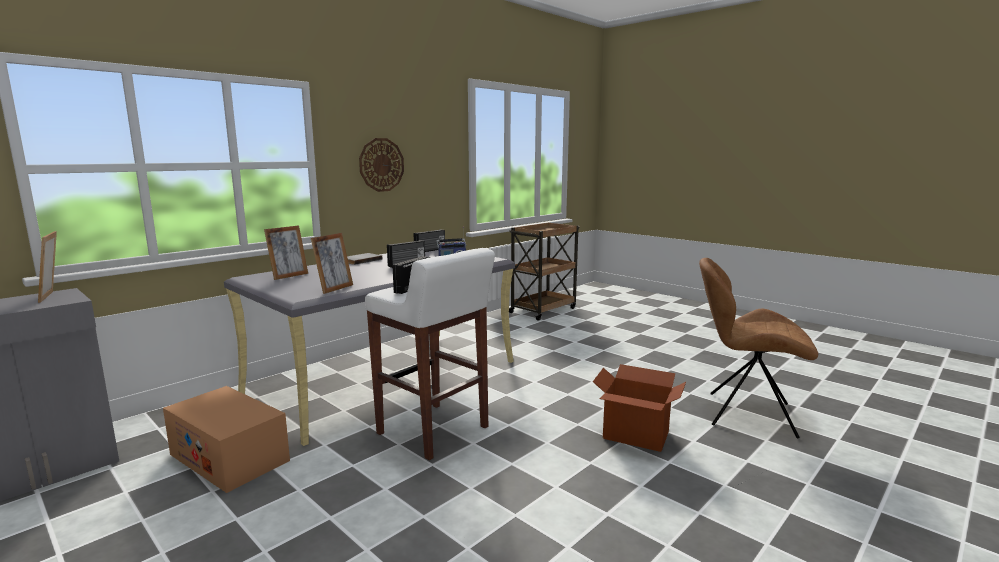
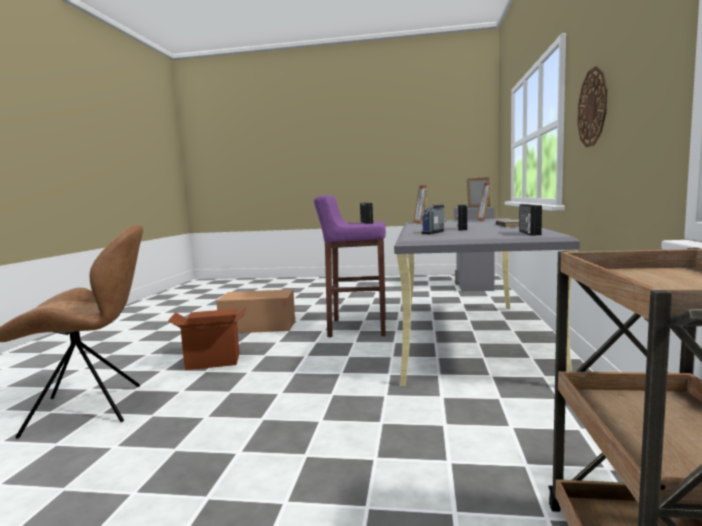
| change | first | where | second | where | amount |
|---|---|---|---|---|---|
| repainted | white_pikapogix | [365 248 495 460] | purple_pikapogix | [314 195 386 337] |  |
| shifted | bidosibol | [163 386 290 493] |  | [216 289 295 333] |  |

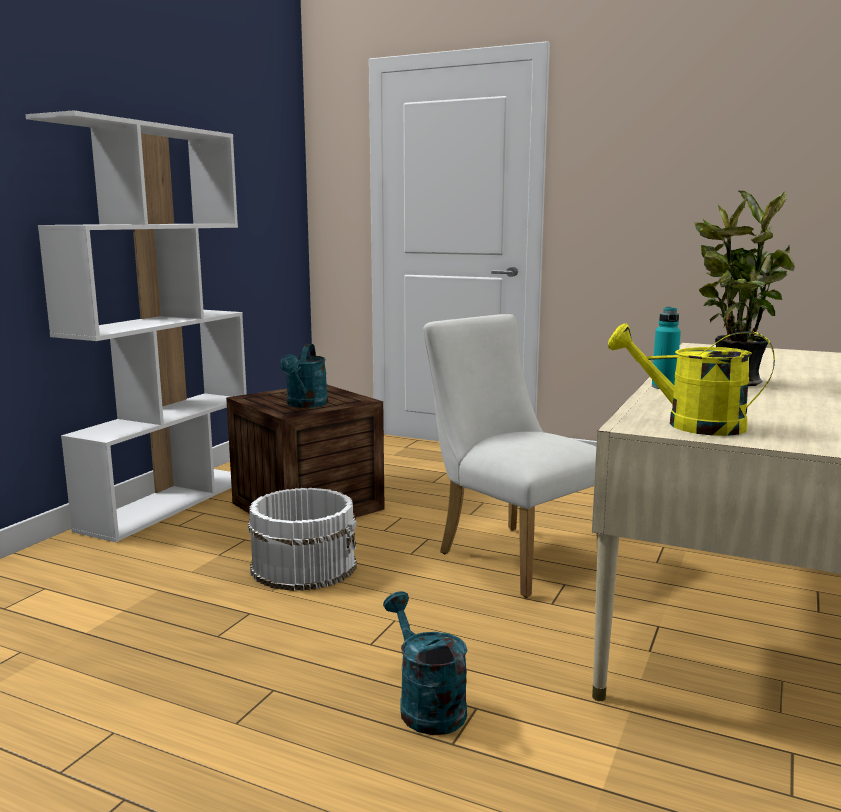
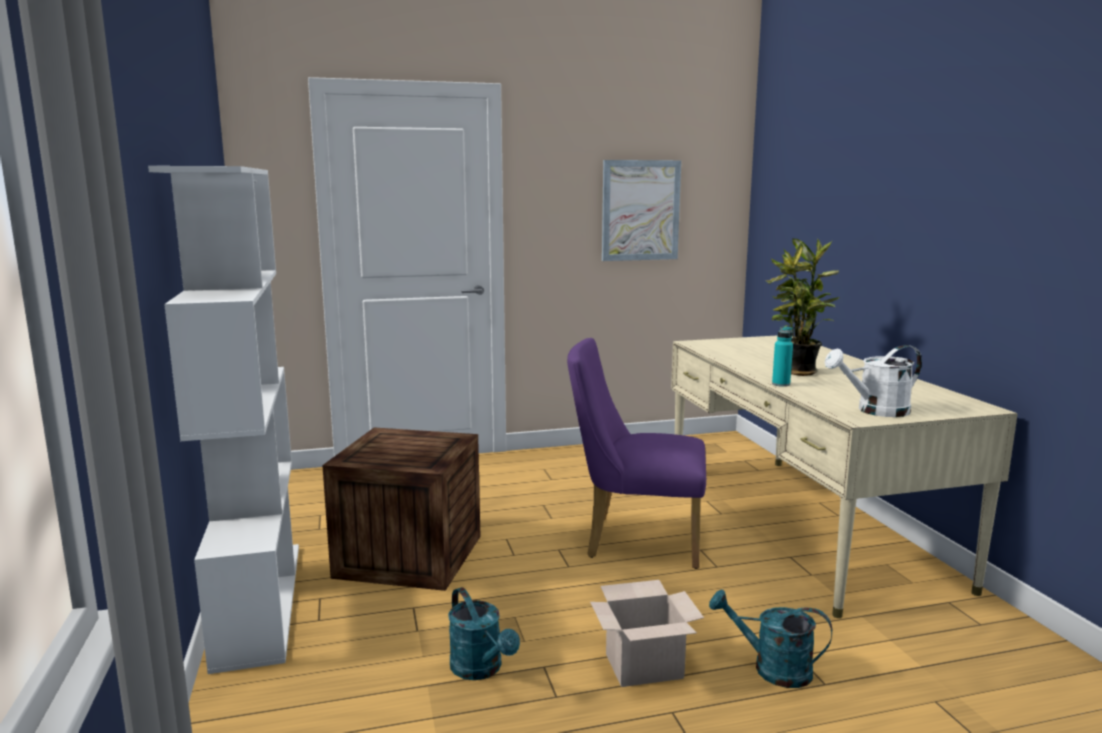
| change | first | where | second | where | amount |
|---|---|---|---|---|---|
| repainted | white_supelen | [423 314 598 598] | purple_supelen | [567 338 706 569] |  |
| repainted | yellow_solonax | [608 323 775 436] | white_solonax | [825 345 922 417] |  |
| shifted | turquoise_solonax | [280 344 328 408] |  | [448 587 520 680] |  |
| gone | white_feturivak | [248 488 357 591] |  |  |  |
| new |  |  | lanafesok | [602 160 681 261] |  |
| new |  |  | bidosibol | [590 580 704 687] |  |

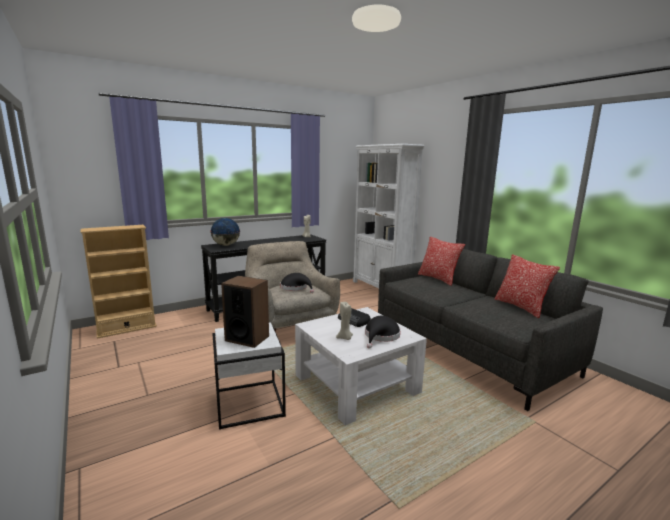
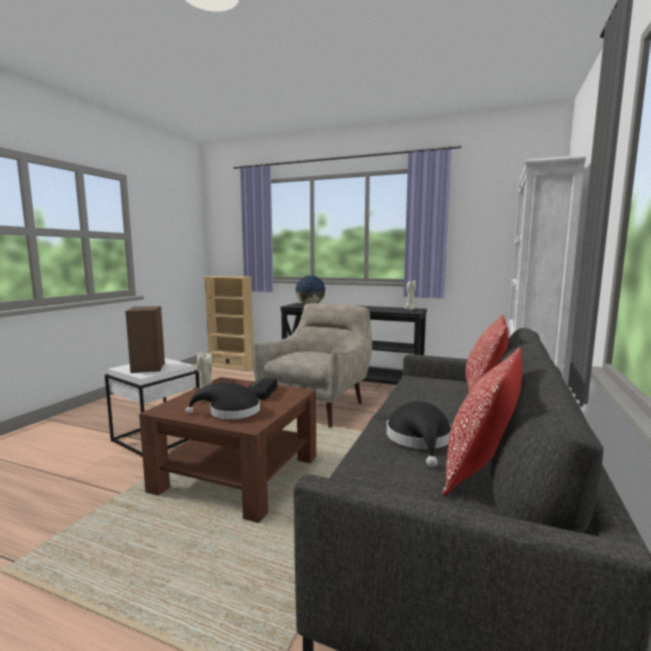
| change | first | where | second | where | amount |
|---|---|---|---|---|---|
| shifted | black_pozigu | [280 273 314 293] |  | [387 401 452 467] |  |
| repainted | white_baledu | [295 307 427 425] | brown_baledu | [139 377 316 523] |  |

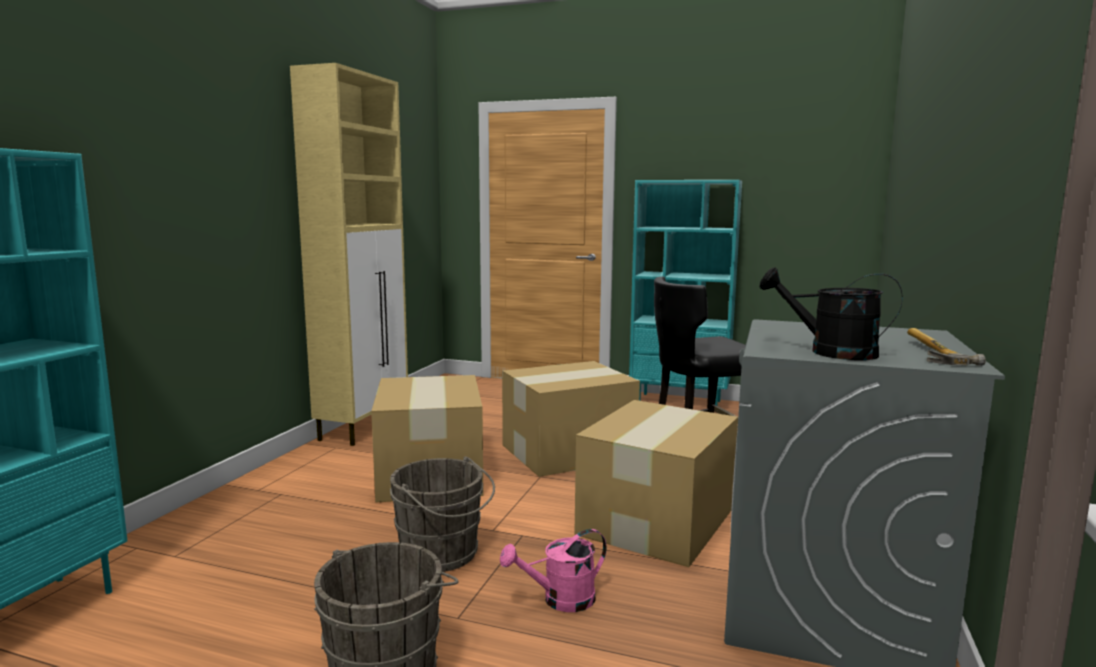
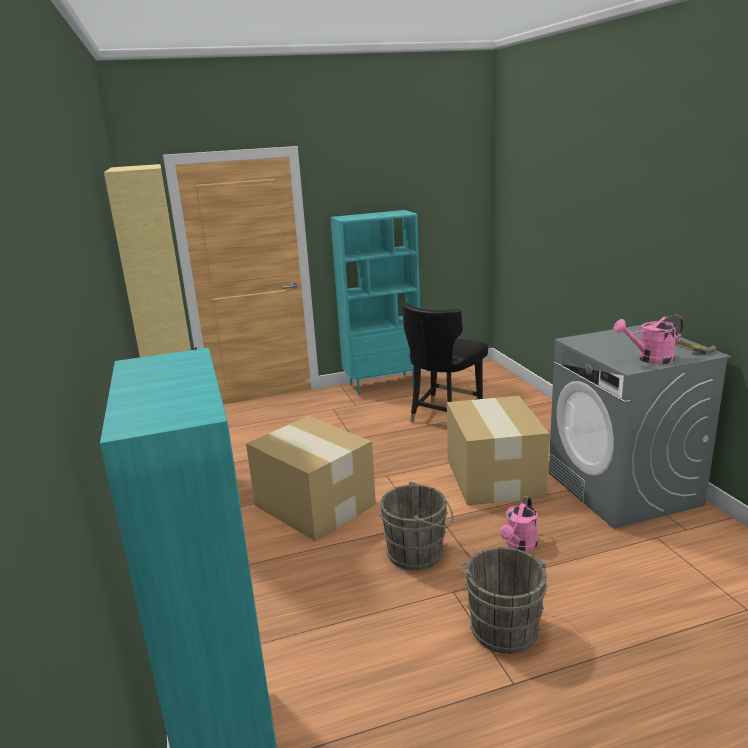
| change | first | where | second | where | amount |
|---|---|---|---|---|---|
| repainted | black_solonax | [760 267 903 360] | pink_solonax | [613 314 684 364] |  |
| gone | bidosibol | [502 361 640 477] |  |  |  |

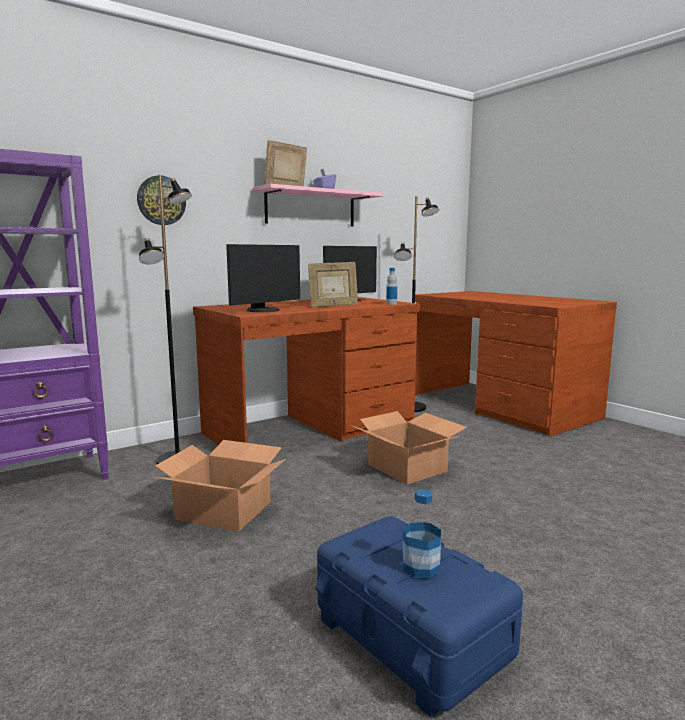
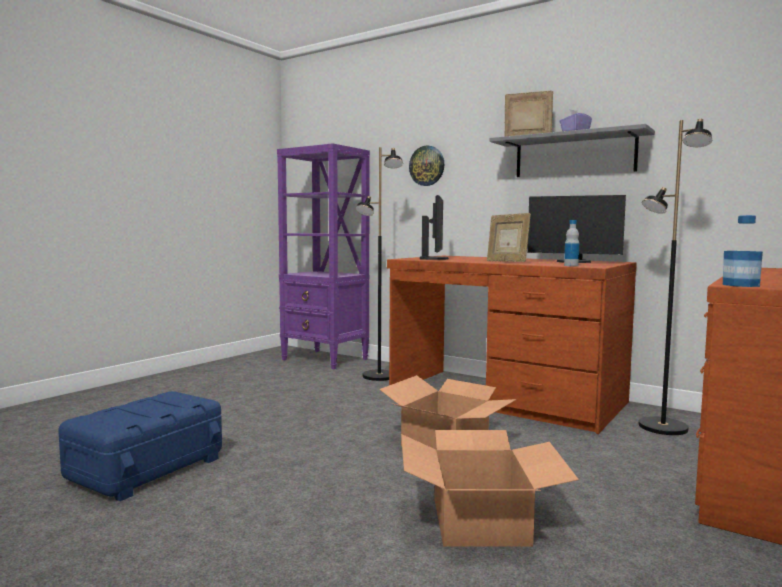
| change | first | where | second | where | amount |
|---|---|---|---|---|---|
| repainted | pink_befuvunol | [253 184 384 226] | grey_befuvunol | [490 124 655 177] |  |
| rotated | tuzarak | [226 244 300 312] |  | [420 195 449 260] | 105 degrees counterclockwise |
| shifted | bidosibol | [153 440 286 532] |  | [401 430 579 547] |  |
| shifted | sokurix | [403 489 441 578] |  | [723 215 763 287] |  |

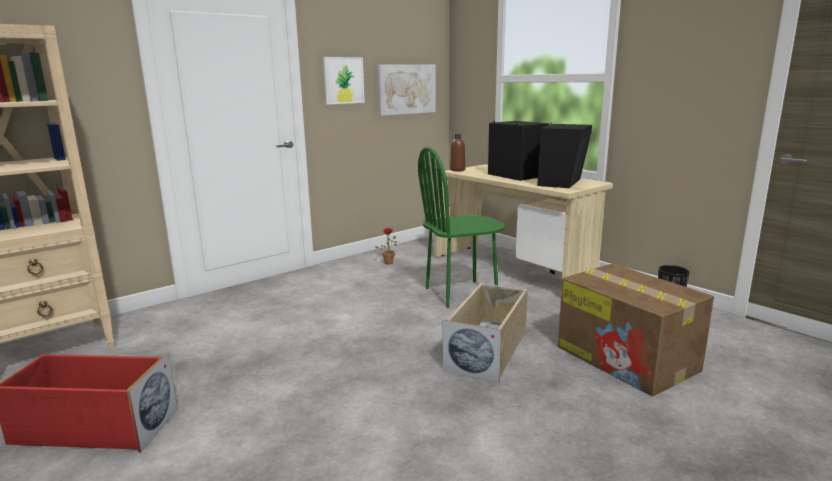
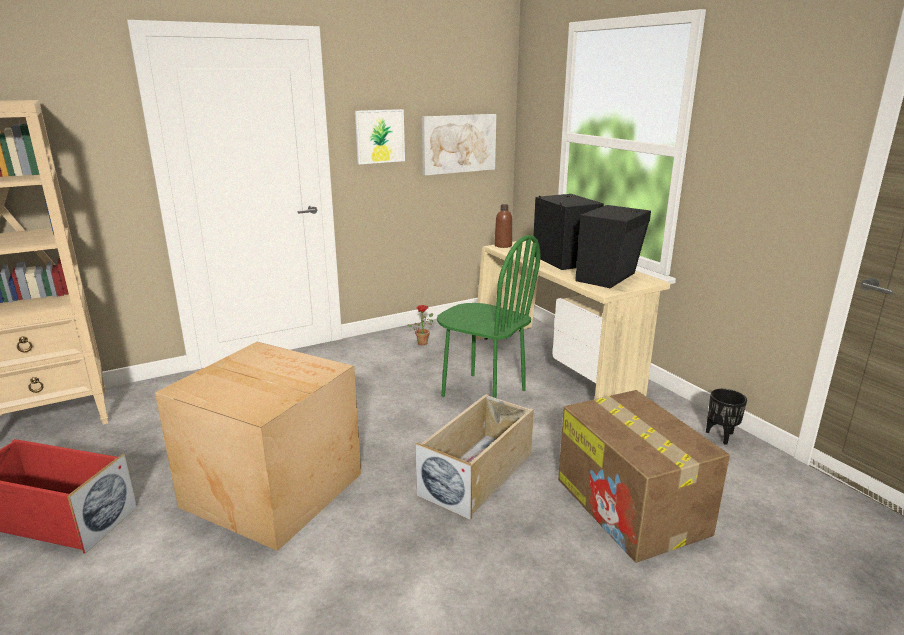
| change | first | where | second | where | amount |
|---|---|---|---|---|---|
| rotated | green_supelen | [418 147 505 308] |  | [437 235 540 398] | 135 degrees counterclockwise |
| new |  |  | bidosibol | [155 342 361 551] |  |

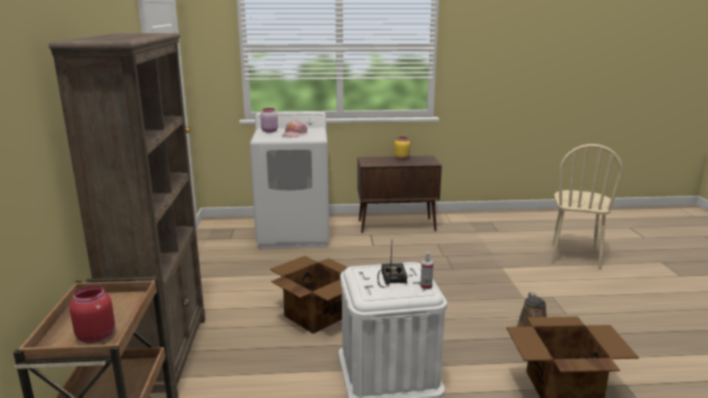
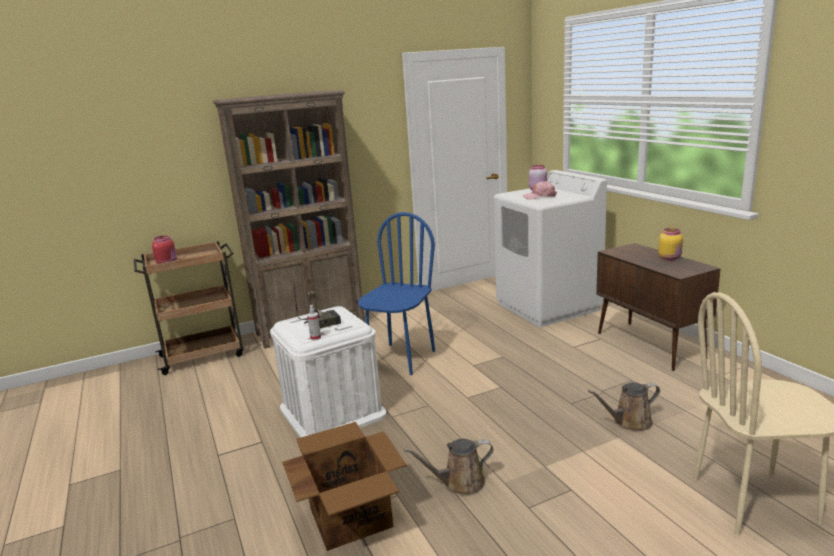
| change | first | where | second | where | amount |
|---|---|---|---|---|---|
| swapped | bidosibol | [270 256 348 334] | blue_supelen | [358 212 435 375] |  |
| new |  |  | brown_solonax | [588 382 660 431] |  |

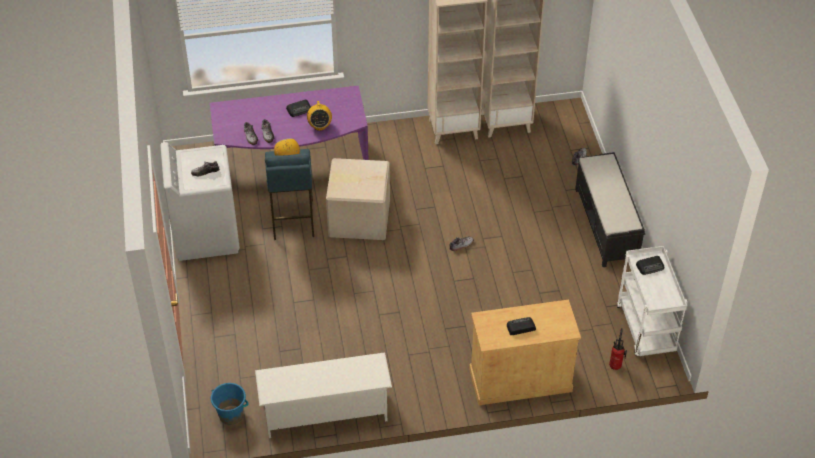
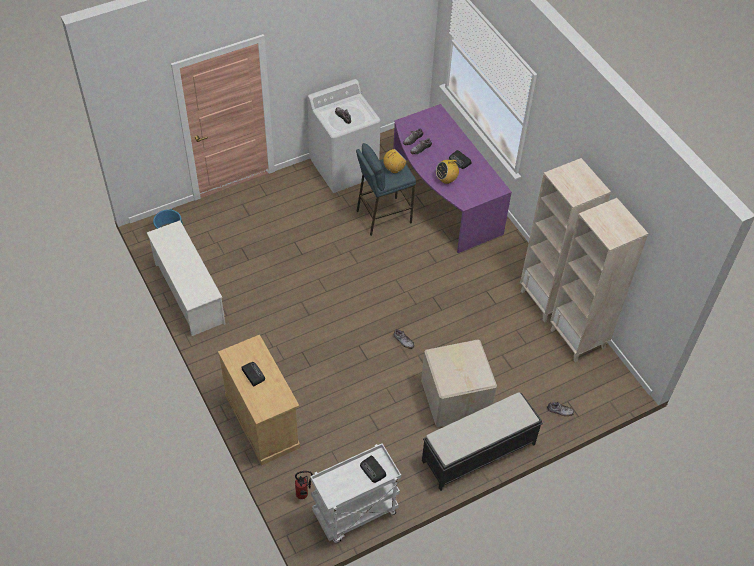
| change | first | where | second | where | amount |
|---|---|---|---|---|---|
| shifted | bidosibol | [326 158 390 240] |  | [421 339 497 427] |  |

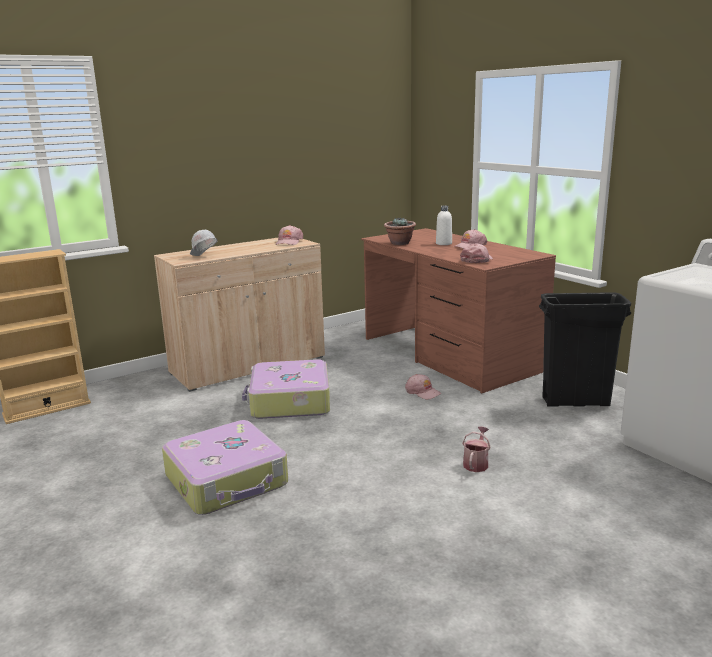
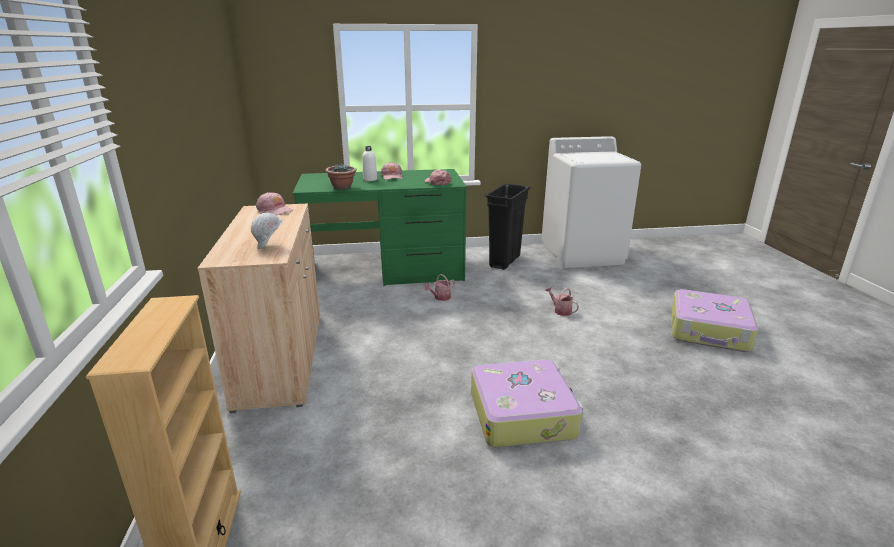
| change | first | where | second | where | amount |
|---|---|---|---|---|---|
| repainted | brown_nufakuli | [361 228 556 393] | green_nufakuli | [292 169 467 286] |  |
| shifted | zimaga | [242 359 330 419] |  | [671 289 758 352] |  |
| swapped | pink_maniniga | [405 374 441 399] | solonax | [424 274 455 301] |  |

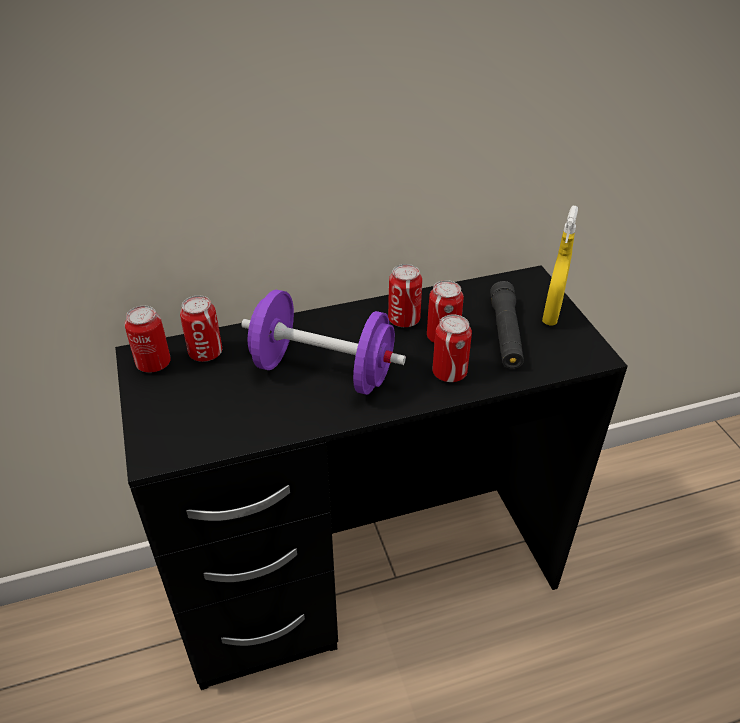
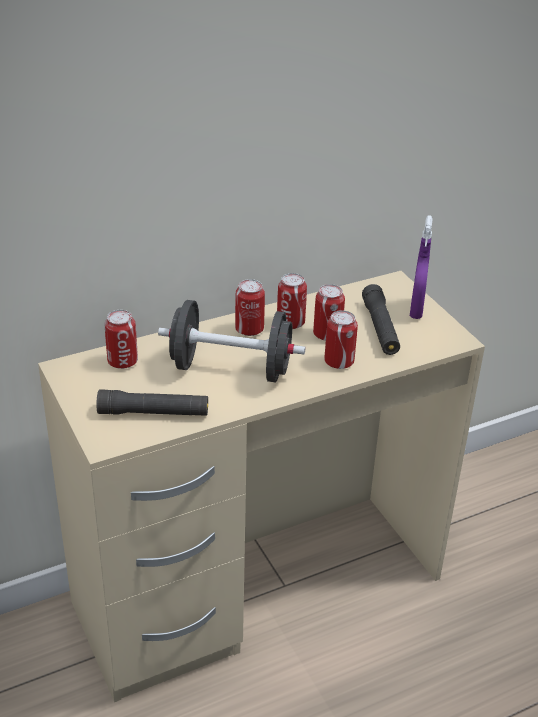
| change | first | where | second | where | amount |
|---|---|---|---|---|---|
| repainted | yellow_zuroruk | [542 206 578 326] | purple_zuroruk | [410 215 432 319] |  |
| repainted | black_nufakuli | [115 265 628 690] | beige_nufakuli | [38 271 485 702] |  |
| repainted | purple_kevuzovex | [241 290 406 395] | black_kevuzovex | [158 300 306 382] |  |
| shifted | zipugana | [125 306 171 373] |  | [235 279 265 336] |  |
| new |  |  | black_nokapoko | [96 389 208 416] |  |

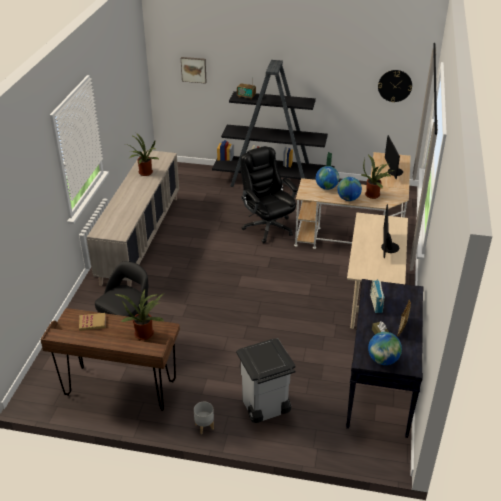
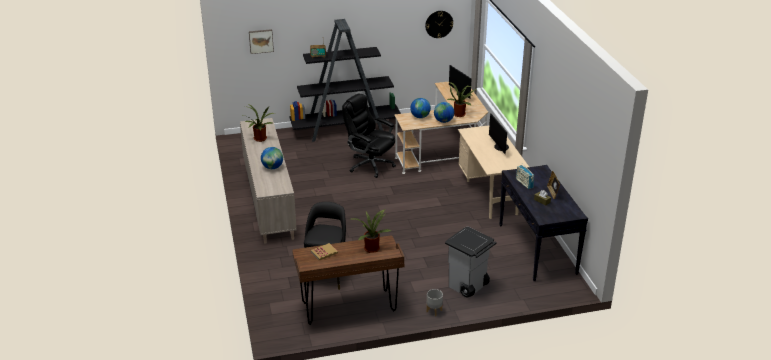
| change | first | where | second | where | amount |
|---|---|---|---|---|---|
| shifted | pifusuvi | [368 332 402 365] |  | [261 147 283 169] |  |

